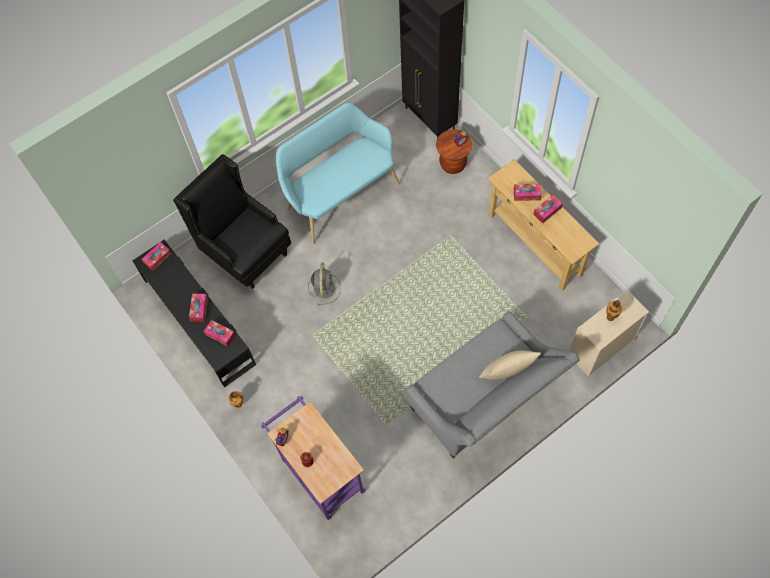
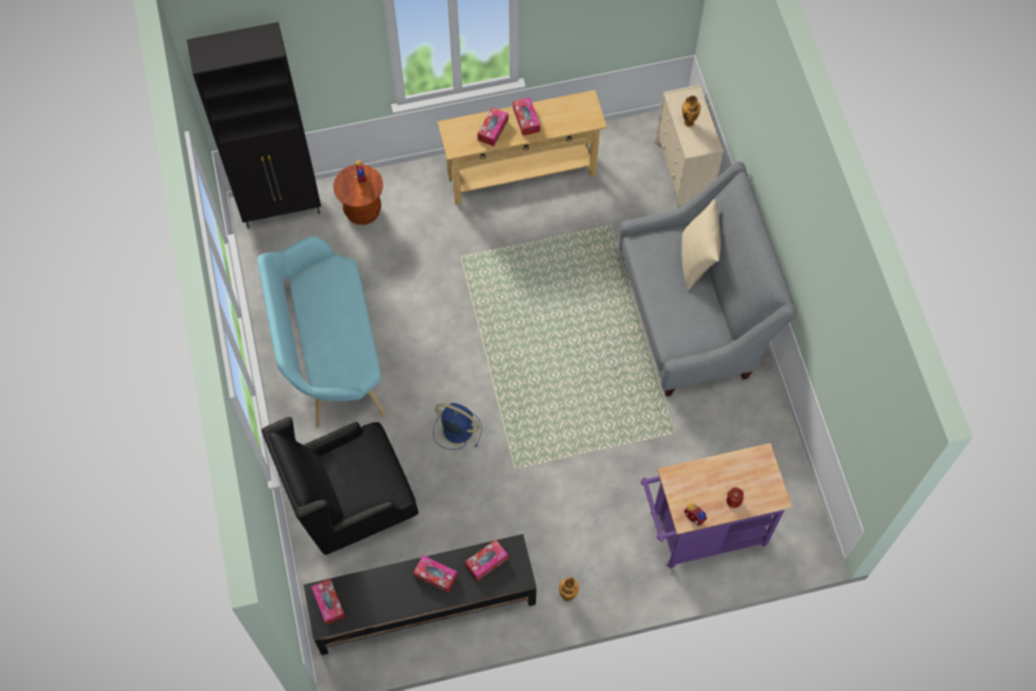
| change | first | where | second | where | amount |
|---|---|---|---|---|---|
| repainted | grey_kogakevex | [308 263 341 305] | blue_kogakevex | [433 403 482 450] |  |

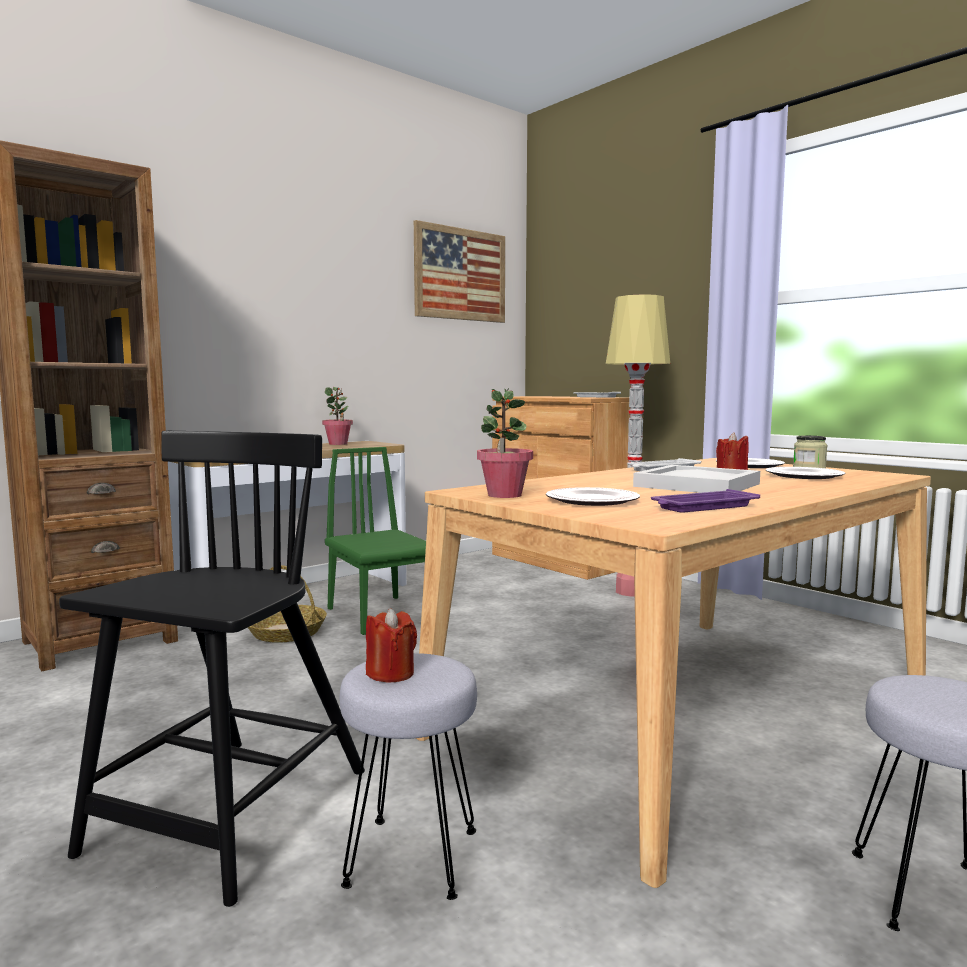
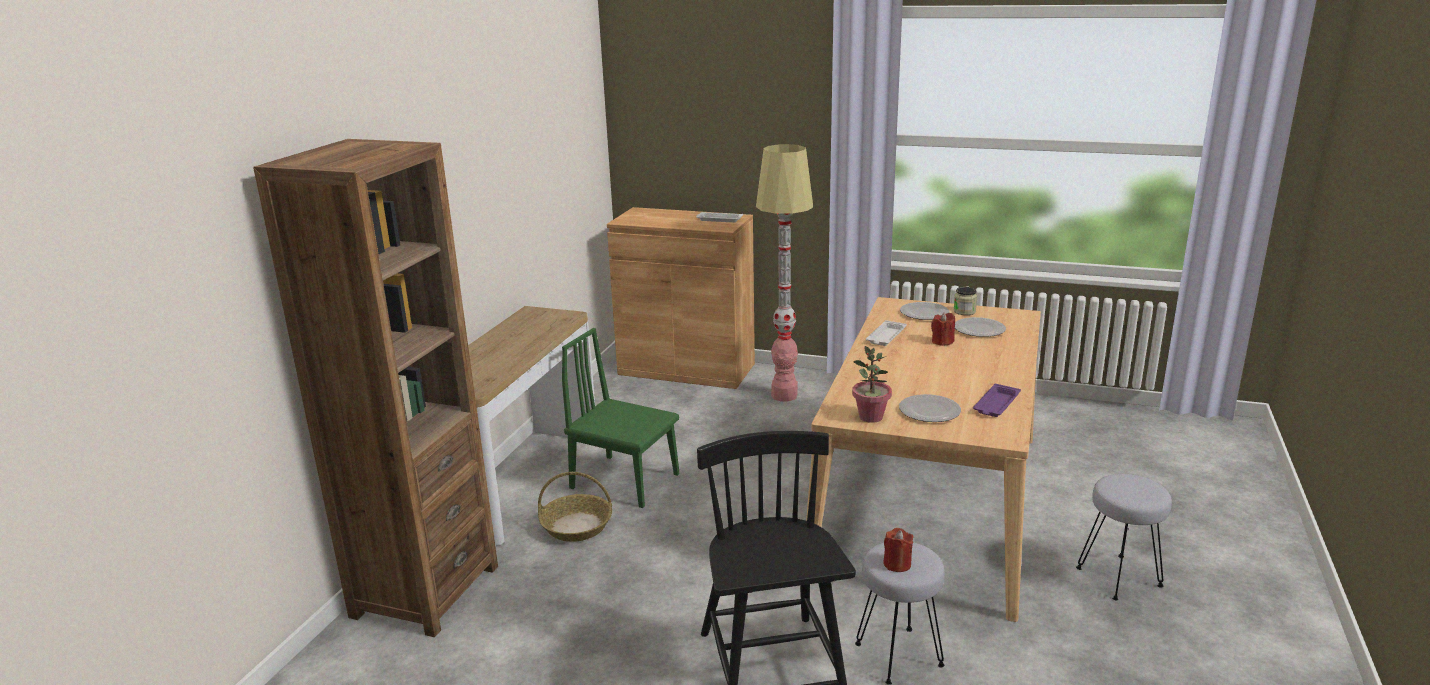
| change | first | where | second | where | amount |
|---|---|---|---|---|---|
| gone | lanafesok | [414 220 505 323] |  |  |  |
| gone | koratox | [322 387 353 445] |  |  |  |
| gone | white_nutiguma | [633 465 760 493] |  |  |  |

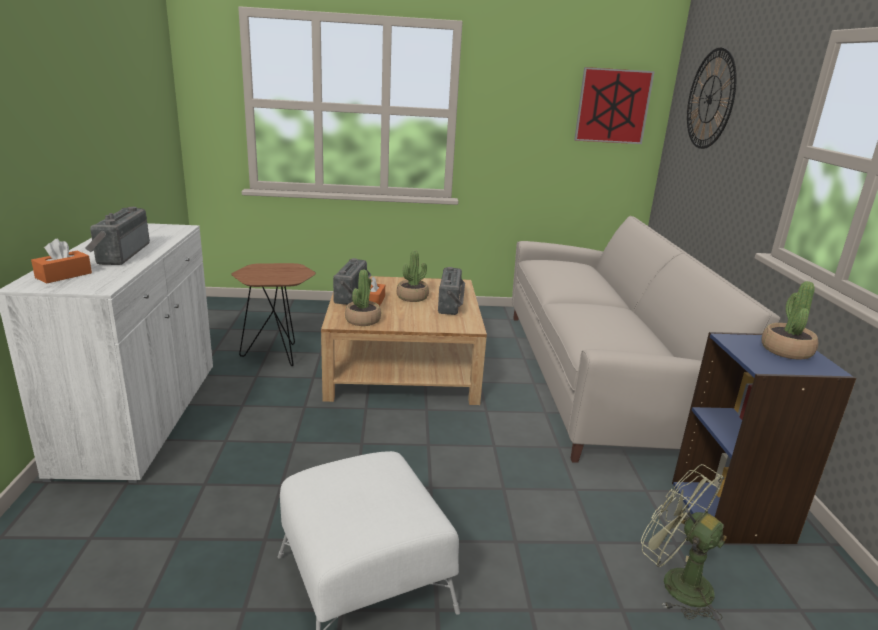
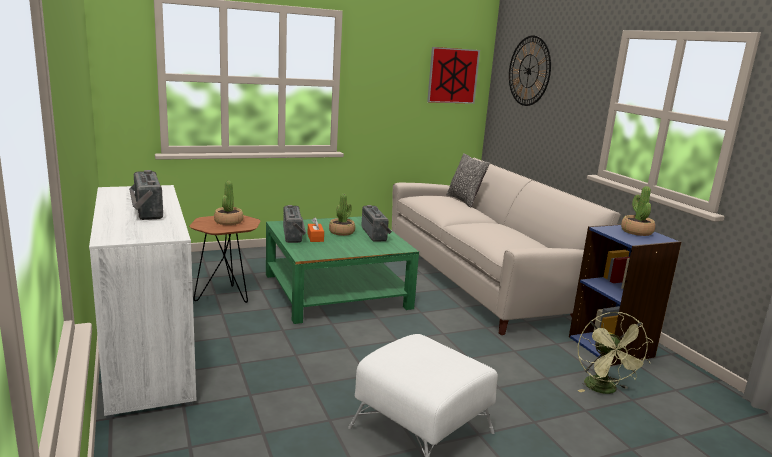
| change | first | where | second | where | amount |
|---|---|---|---|---|---|
| gone | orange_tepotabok | [31 239 92 284] |  |  |  |
| shifted | koratox | [345 269 381 326] |  | [214 181 243 225] |  |
| repainted | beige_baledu | [321 276 487 405] | green_baledu | [266 216 419 324] |  |
| rotated | green_kogakevex | [641 464 727 620] |  | [577 311 653 394] | 120 degrees counterclockwise |
| new |  |  | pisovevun | [446 153 490 207] |  |

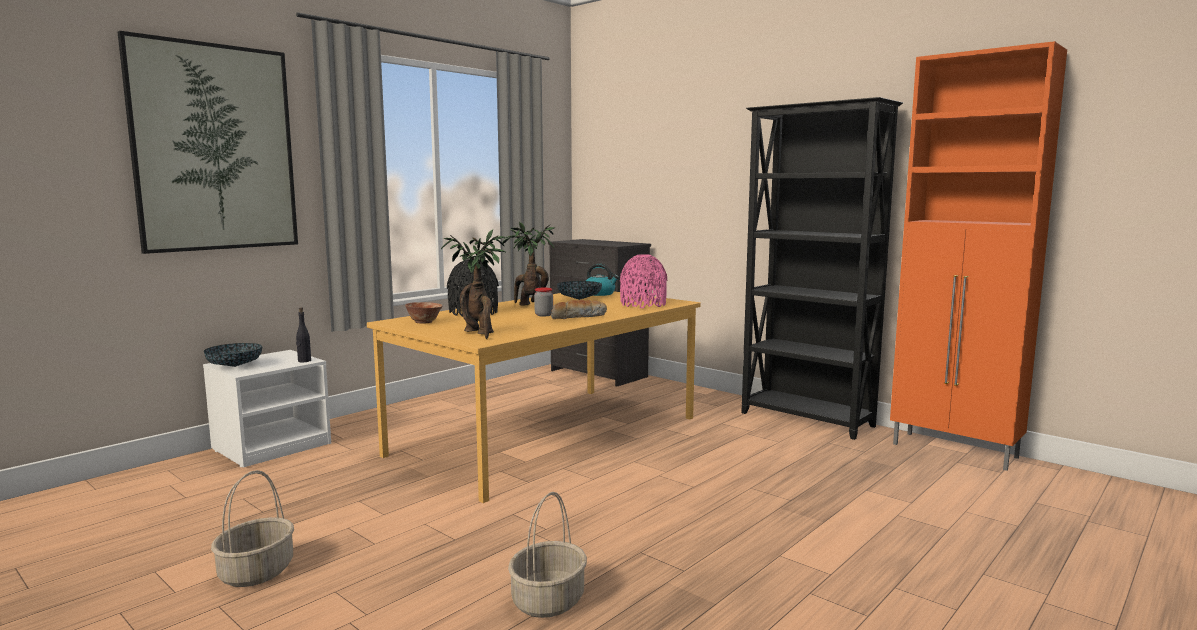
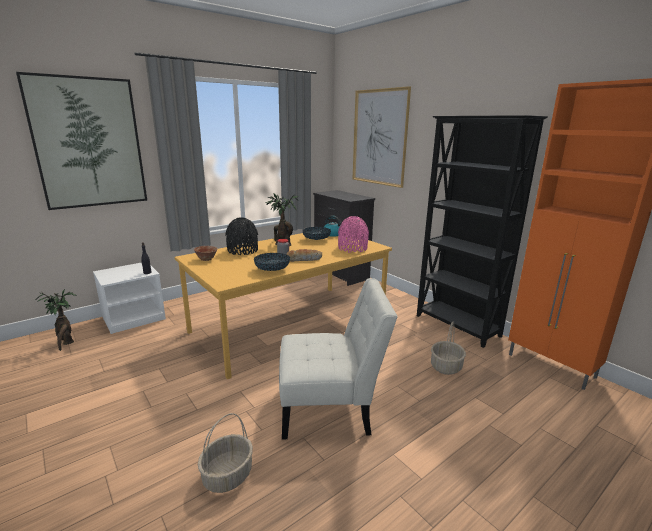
| change | first | where | second | where | amount |
|---|---|---|---|---|---|
| shifted | koratox | [441 229 506 339] |  | [36 289 77 351] |  |
| shifted | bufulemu | [204 343 262 367] |  | [254 253 290 271] |  |
| shifted | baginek | [211 470 294 587] |  | [431 322 466 375] |  |
| new |  |  | lanafesok | [353 86 411 188] |  |
| new |  |  | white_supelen | [279 278 398 440] |  |

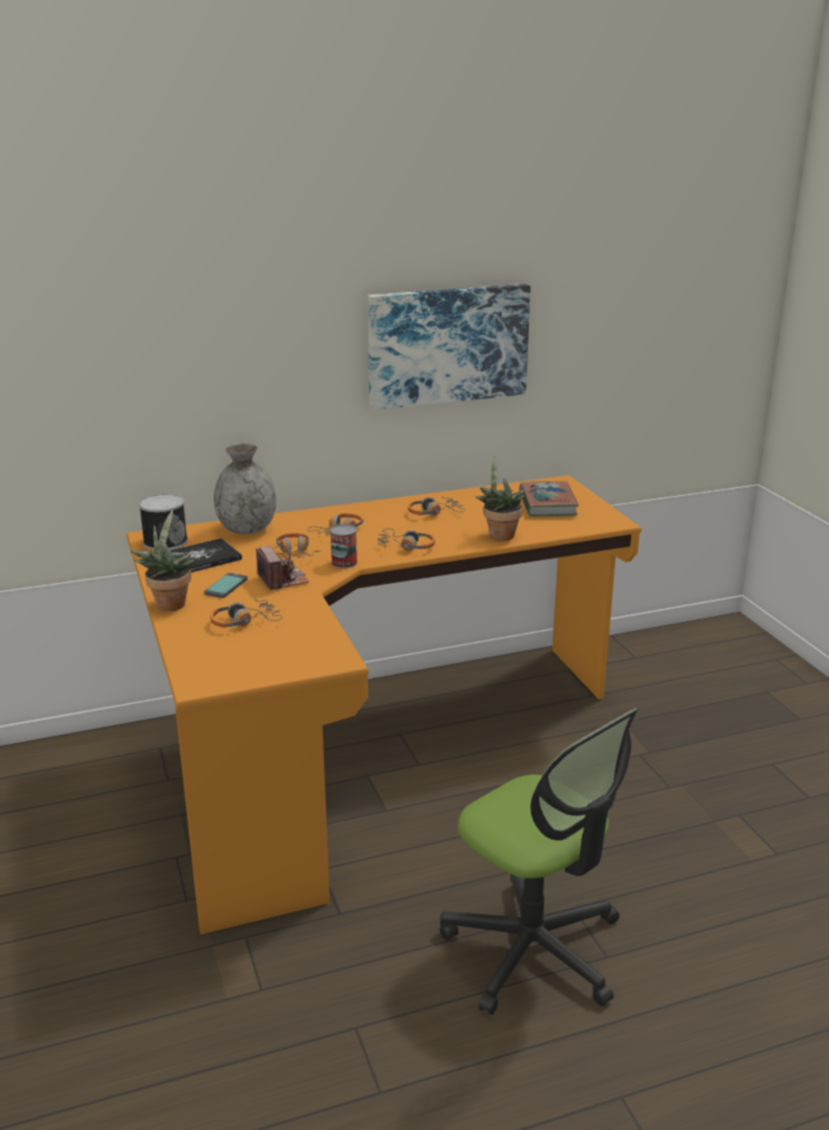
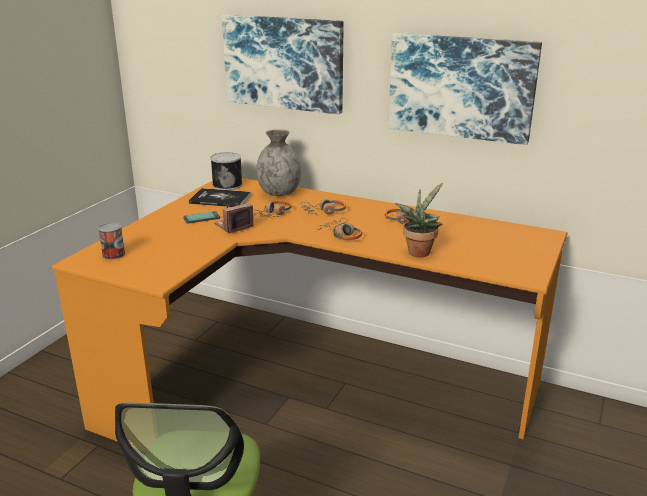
| change | first | where | second | where | amount |
|---|---|---|---|---|---|
| gone | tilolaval | [519 481 579 516] |  |  |  |
| gone | koratox | [130 510 195 611] |  |  |  |
| shifted | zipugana | [330 524 358 569] |  | [98 223 125 260] |  |
| rotated | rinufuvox | [256 546 309 590] |  | [215 203 254 233] | 150 degrees counterclockwise |
| gone | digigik | [210 598 282 628] |  |  |  |
| new |  |  | lanafesok | [222 15 344 114] |  |

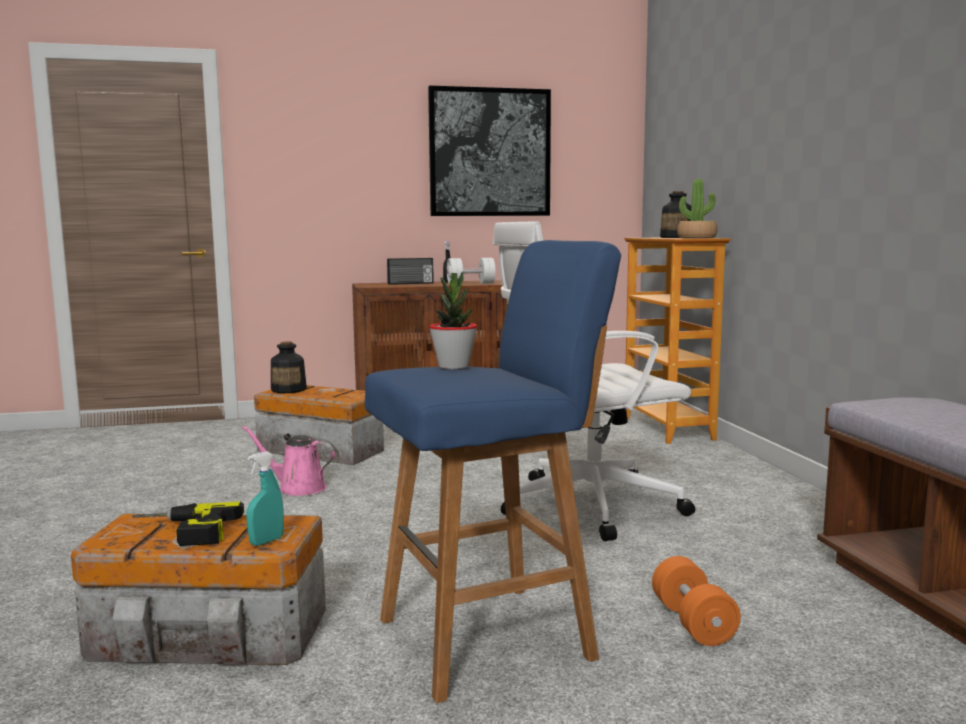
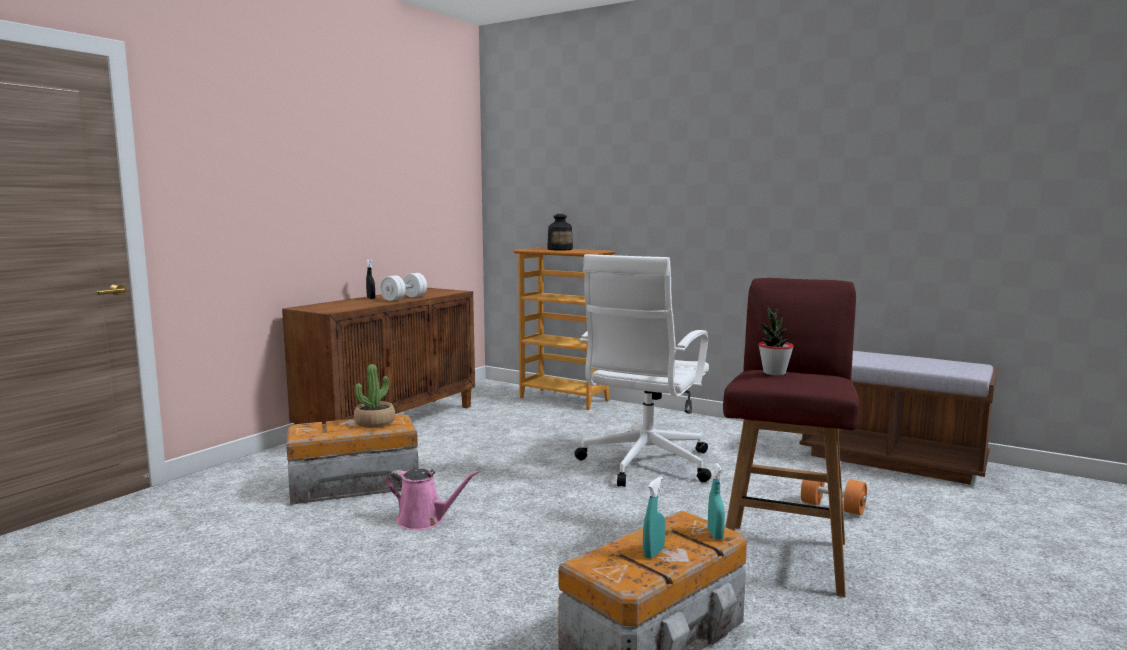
| change | first | where | second | where | amount |
|---|---|---|---|---|---|
| gone | lanafesok | [428 86 551 216] |  |  |  |
| shifted | koratox | [677 179 718 238] |  | [354 364 395 427] |  |
| repainted | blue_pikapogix | [365 240 621 703] | red_pikapogix | [723 278 860 597] |  |
| gone | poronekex | [387 258 434 285] |  |  |  |
| gone | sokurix | [271 342 307 393] |  |  |  |
| rotated | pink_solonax | [242 426 335 496] |  | [386 468 479 530] | 135 degrees counterclockwise |
| swapped | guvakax | [132 501 244 546] | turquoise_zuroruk | [643 476 665 559] |  |

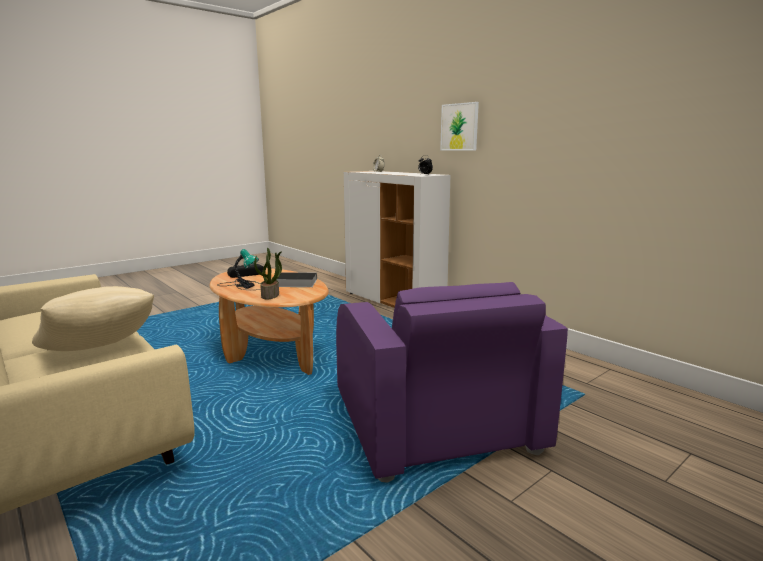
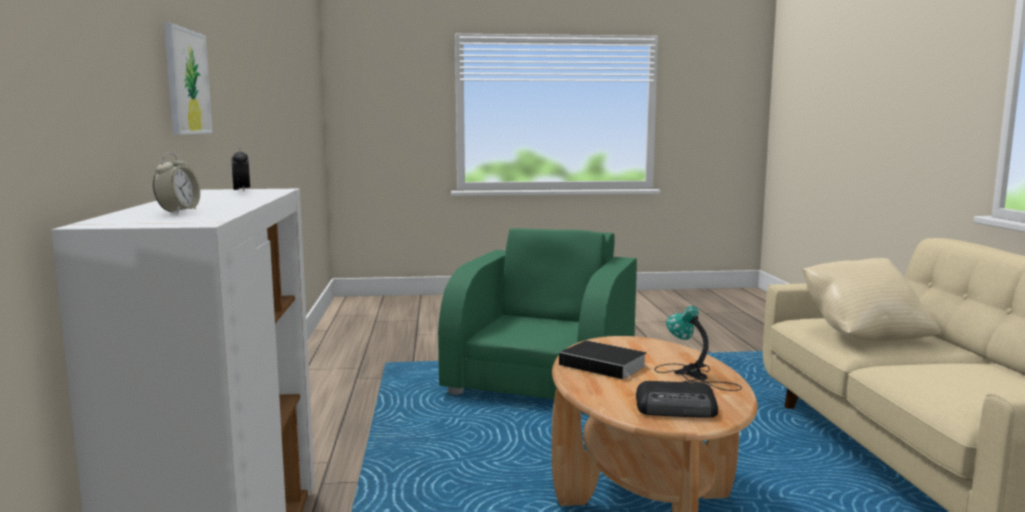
| change | first | where | second | where | amount |
|---|---|---|---|---|---|
| gone | koratox | [254 248 282 300] |  |  |  |
| repainted | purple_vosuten | [336 282 568 483] | green_vosuten | [438 228 637 399] |  |

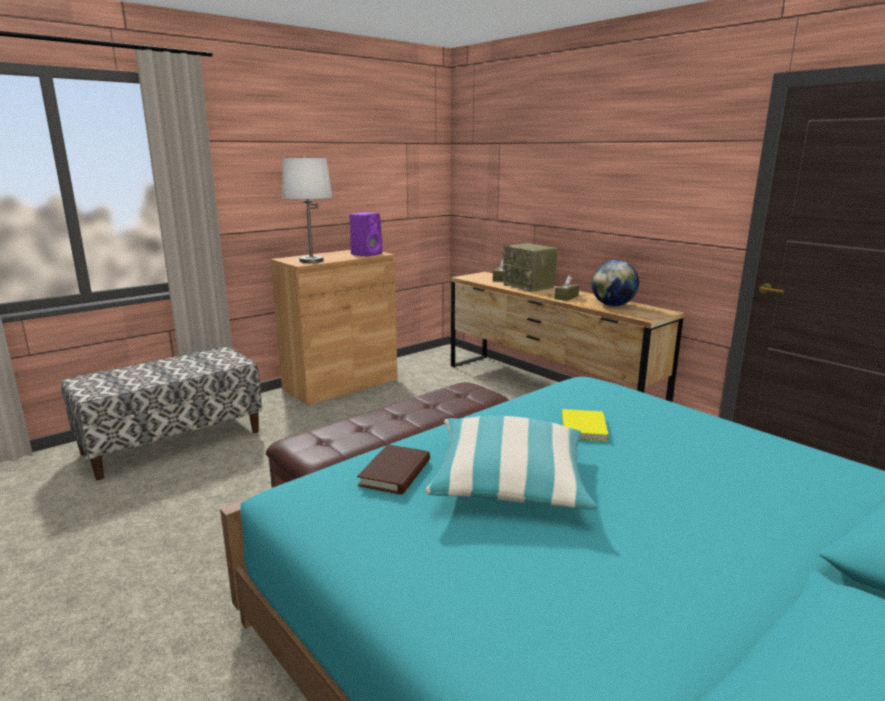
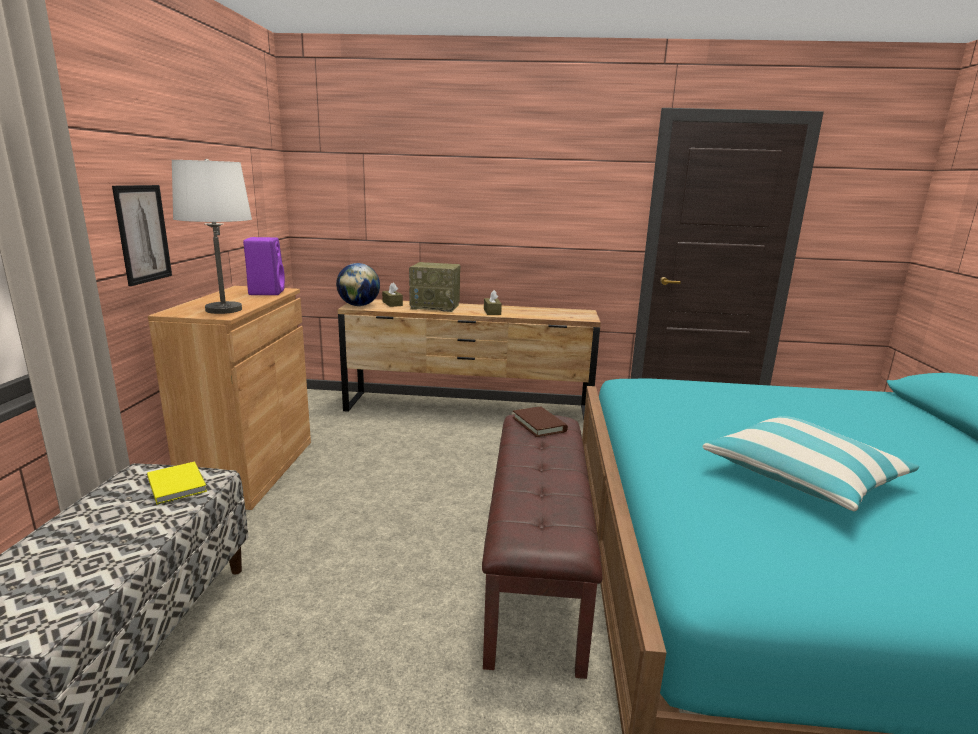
| change | first | where | second | where | amount |
|---|---|---|---|---|---|
| shifted | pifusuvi | [591 260 639 306] |  | [336 263 380 306] |  |
| shifted | yellow_tilolaval | [562 409 609 441] |  | [147 462 207 504] |  |
| shifted | brown_tilolaval | [357 444 430 495] |  | [513 406 568 437] |  |
| new |  |  | lanafesok | [112 185 172 286] |  |

